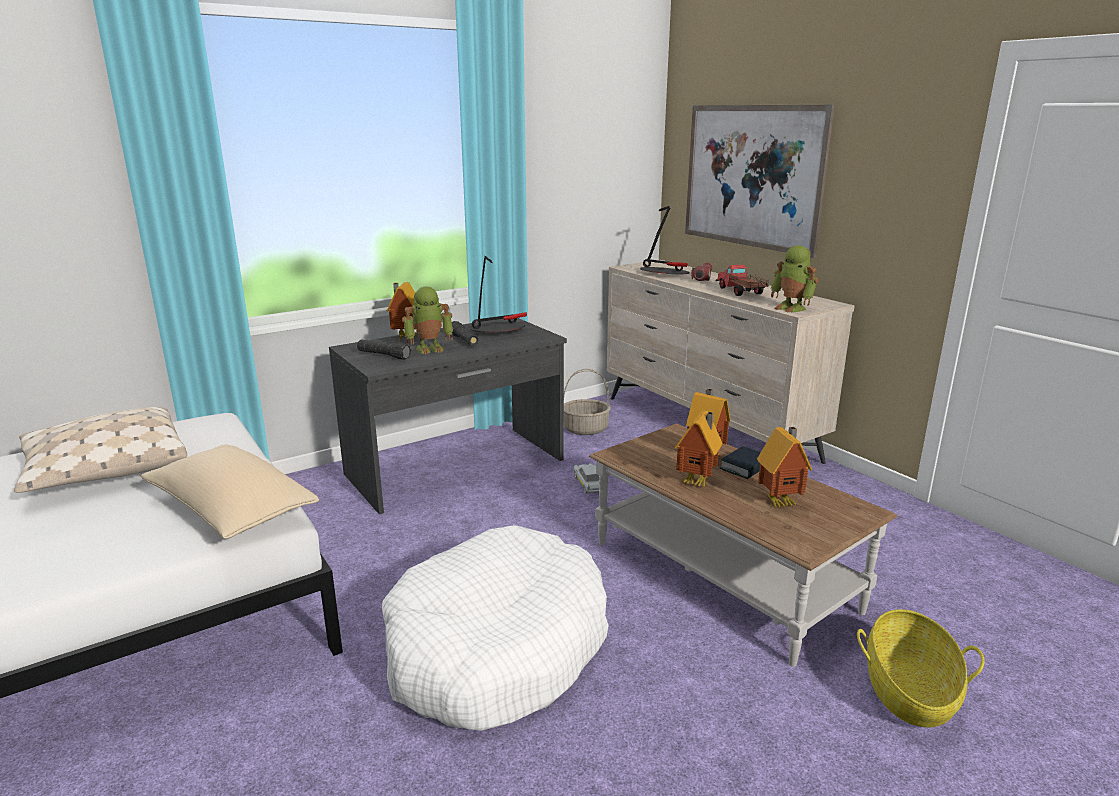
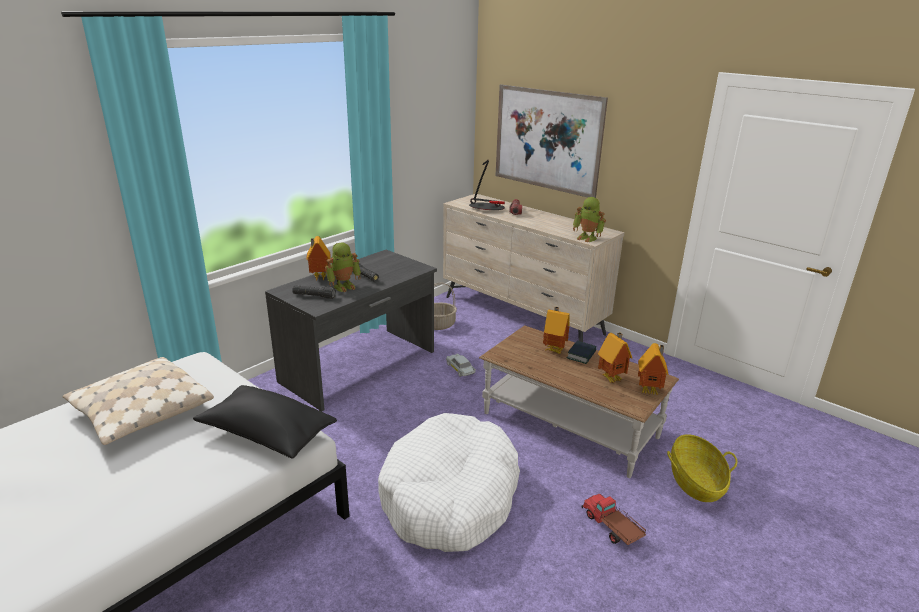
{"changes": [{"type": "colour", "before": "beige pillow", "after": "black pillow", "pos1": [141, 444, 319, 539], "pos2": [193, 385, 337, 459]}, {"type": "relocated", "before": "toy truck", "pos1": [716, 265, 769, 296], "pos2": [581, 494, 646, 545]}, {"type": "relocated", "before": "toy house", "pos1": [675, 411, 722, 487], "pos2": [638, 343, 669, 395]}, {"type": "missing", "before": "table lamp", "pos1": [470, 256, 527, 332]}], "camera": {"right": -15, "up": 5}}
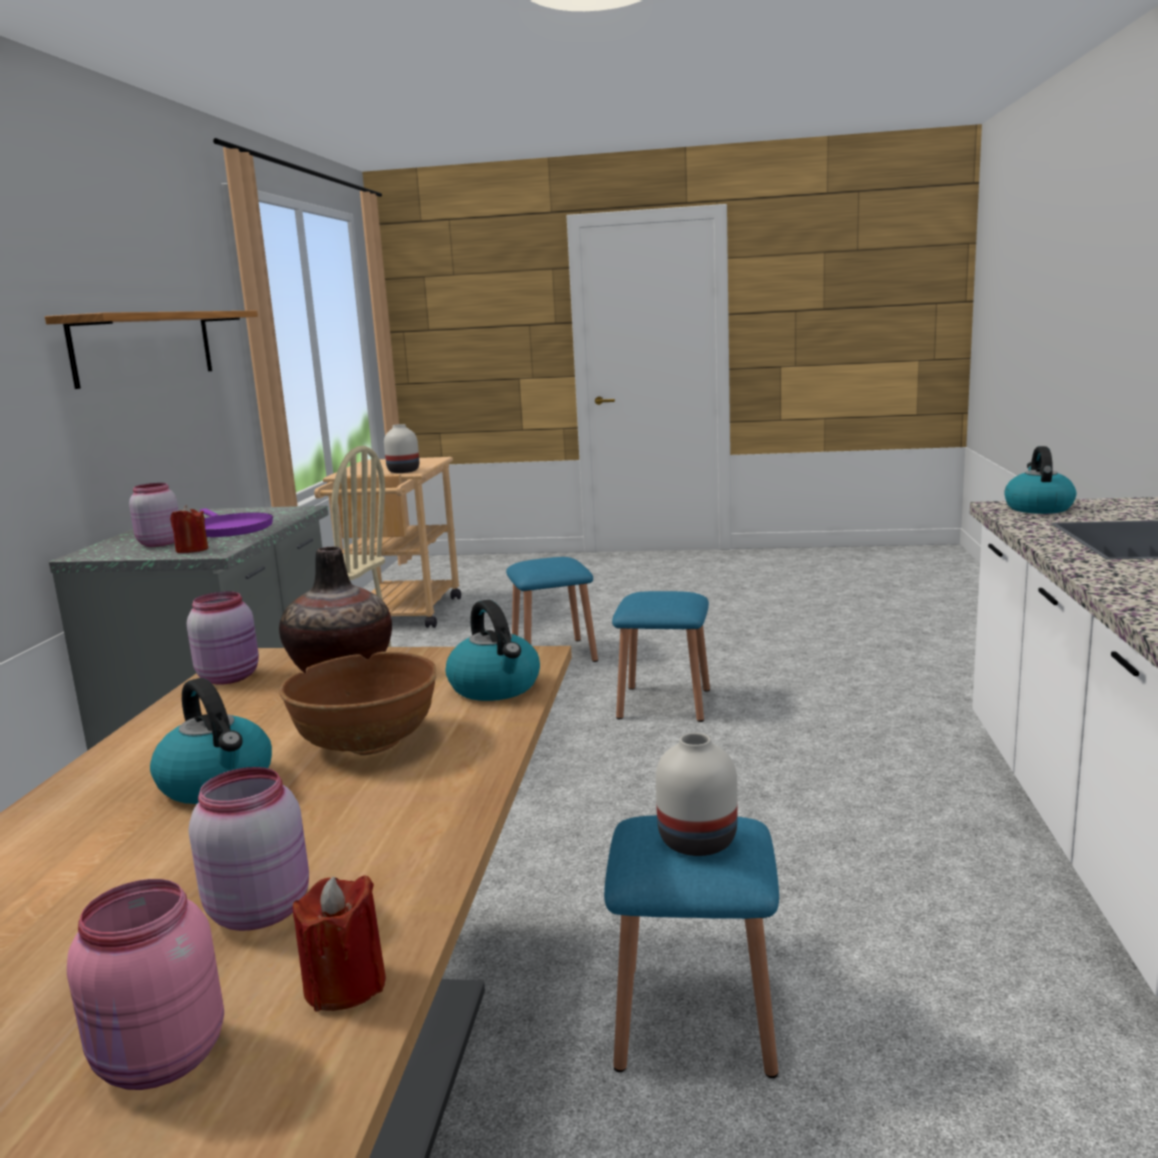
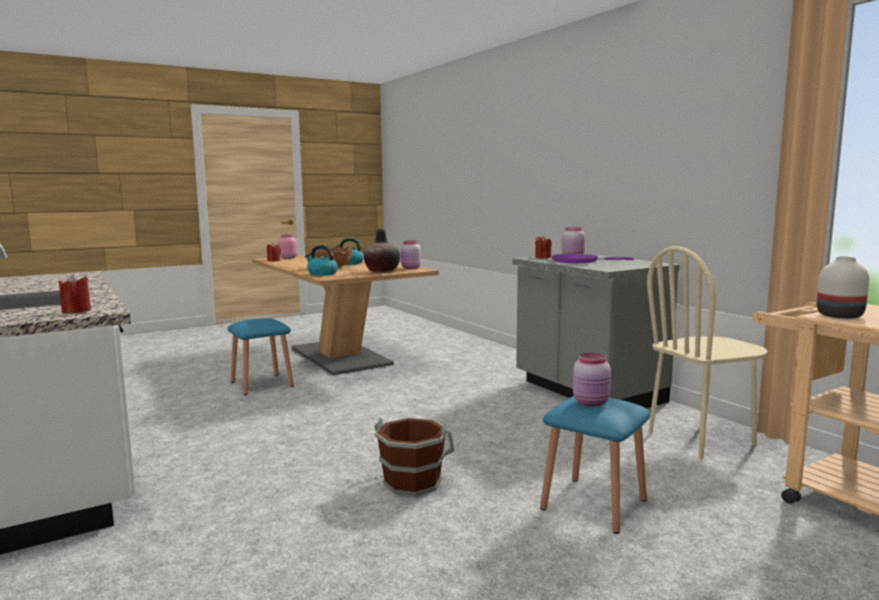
{"changes": [{"type": "exchanged", "before": "kettle", "after": "red candle", "pos1": [1004, 446, 1076, 514], "pos2": [59, 274, 91, 314]}, {"type": "exchanged", "before": "blue stool", "after": "brown bucket", "pos1": [612, 591, 710, 722], "pos2": [374, 418, 454, 496]}, {"type": "relocated", "before": "pink jar", "pos1": [189, 767, 309, 931], "pos2": [573, 353, 611, 406]}, {"type": "missing", "before": "shelf", "pos1": [45, 311, 258, 389]}, {"type": "missing", "before": "white vase", "pos1": [656, 733, 738, 856]}], "camera": {"right": 140, "up": -5}}
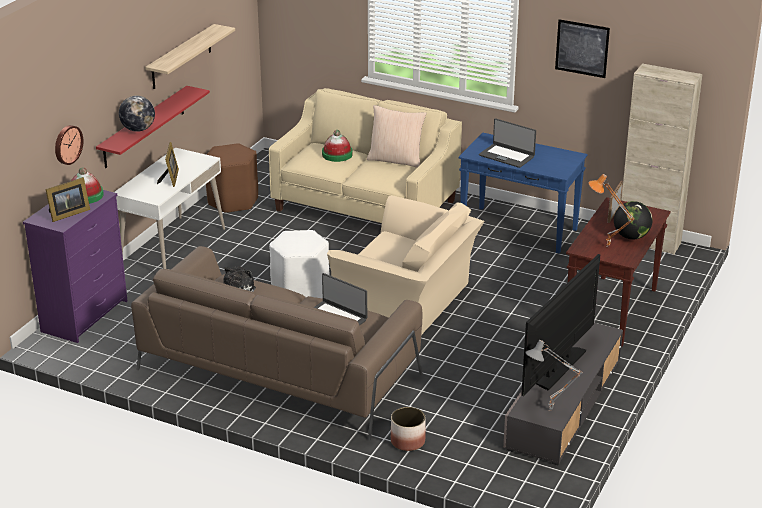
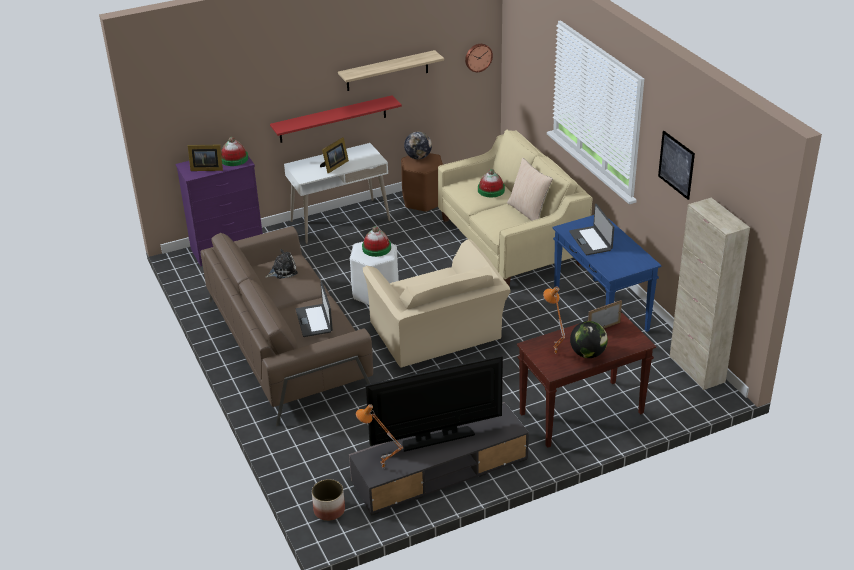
{"changes": [{"type": "relocated", "before": "planter", "pos1": [391, 407, 426, 451], "pos2": [312, 479, 345, 521]}, {"type": "colour", "before": "grey table lamp", "after": "orange table lamp", "pos1": [525, 340, 583, 411], "pos2": [356, 404, 403, 469]}, {"type": "appeared", "after": "hat", "pos2": [362, 226, 391, 257]}, {"type": "relocated", "before": "globe", "pos1": [119, 95, 155, 132], "pos2": [404, 132, 432, 159]}, {"type": "relocated", "before": "wall clock", "pos1": [55, 125, 83, 165], "pos2": [465, 44, 493, 72]}], "camera": {"right": 40, "up": 5}}
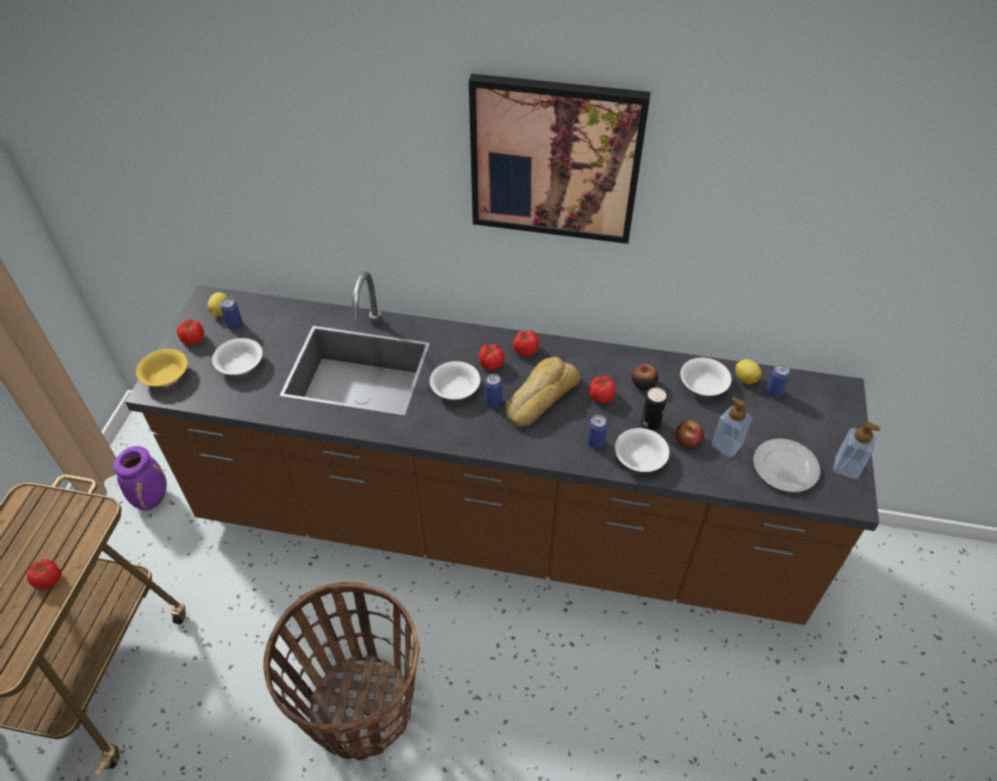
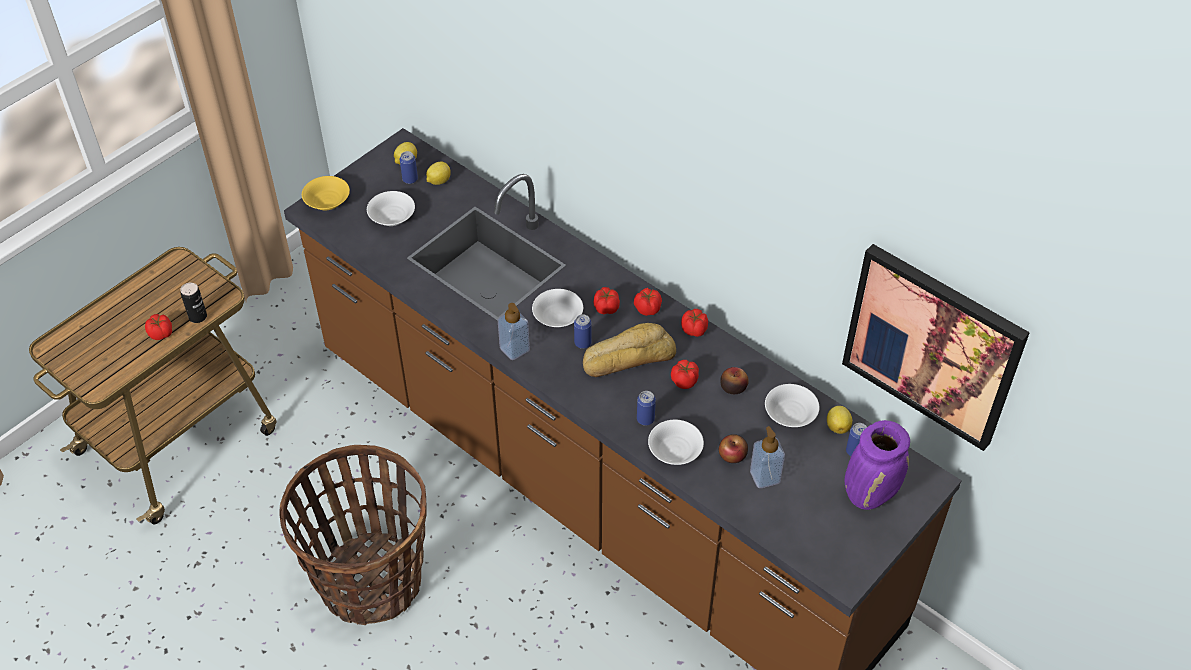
{"changes": [{"type": "relocated", "before": "can", "pos1": [641, 388, 667, 431], "pos2": [180, 283, 207, 323]}, {"type": "appeared", "after": "lemon", "pos2": [426, 162, 451, 185]}, {"type": "relocated", "before": "soap dispenser", "pos1": [833, 422, 880, 479], "pos2": [497, 303, 530, 360]}, {"type": "relocated", "before": "tomato", "pos1": [177, 319, 204, 345], "pos2": [681, 309, 708, 337]}, {"type": "relocated", "before": "picture", "pos1": [469, 74, 651, 244], "pos2": [842, 244, 1030, 451]}, {"type": "relocated", "before": "purple vase", "pos1": [113, 446, 167, 511], "pos2": [845, 420, 910, 510]}, {"type": "missing", "before": "plate", "pos1": [753, 439, 820, 492]}], "camera": {"right": 30, "up": 0}}
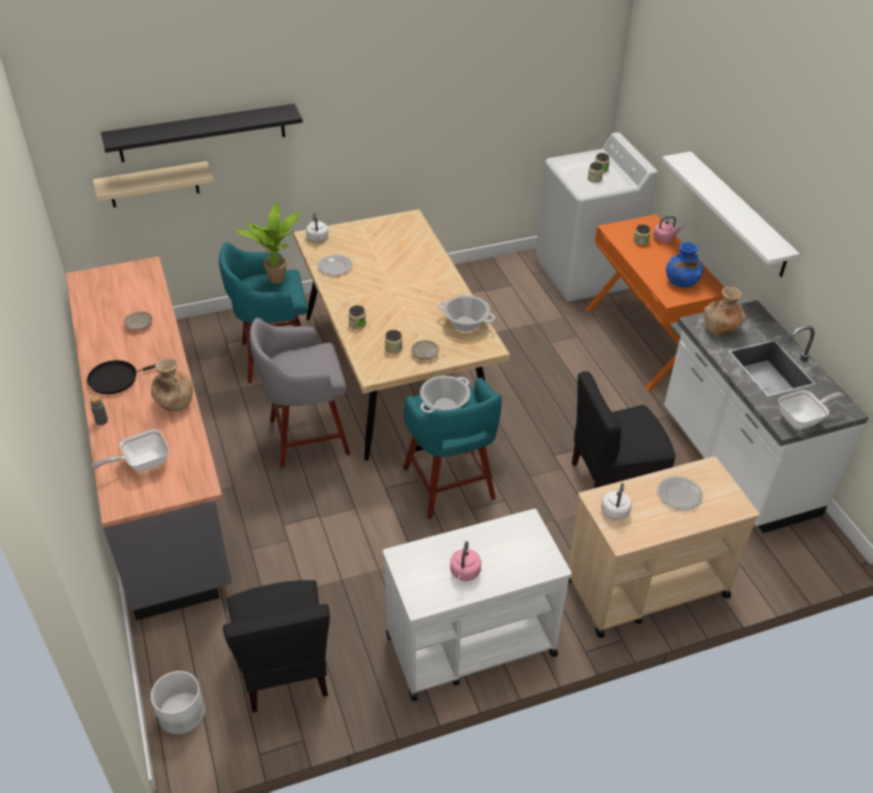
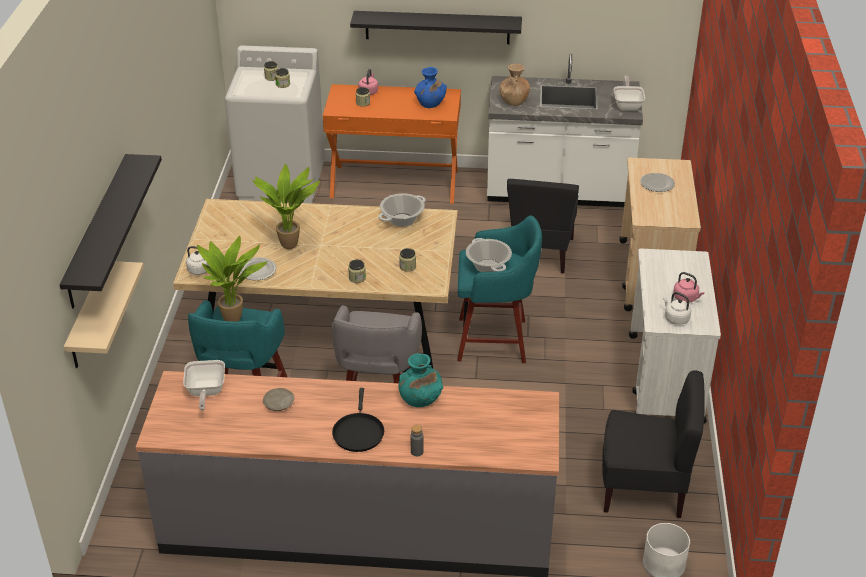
{"changes": [{"type": "relocated", "before": "frying pan", "pos1": [92, 429, 169, 472], "pos2": [183, 360, 225, 410]}, {"type": "appeared", "after": "potted plant", "pos2": [253, 164, 320, 249]}, {"type": "colour", "before": "white shelf", "after": "black shelf", "pos1": [662, 151, 800, 277], "pos2": [350, 11, 522, 44]}, {"type": "colour", "before": "brown vase", "after": "turquoise vase", "pos1": [151, 358, 193, 411], "pos2": [398, 353, 443, 407]}, {"type": "relocated", "before": "white kettle", "pos1": [601, 482, 632, 520], "pos2": [663, 292, 691, 325]}, {"type": "missing", "before": "beige plate", "pos1": [411, 340, 439, 360]}], "camera": {"right": -65, "up": -5}}
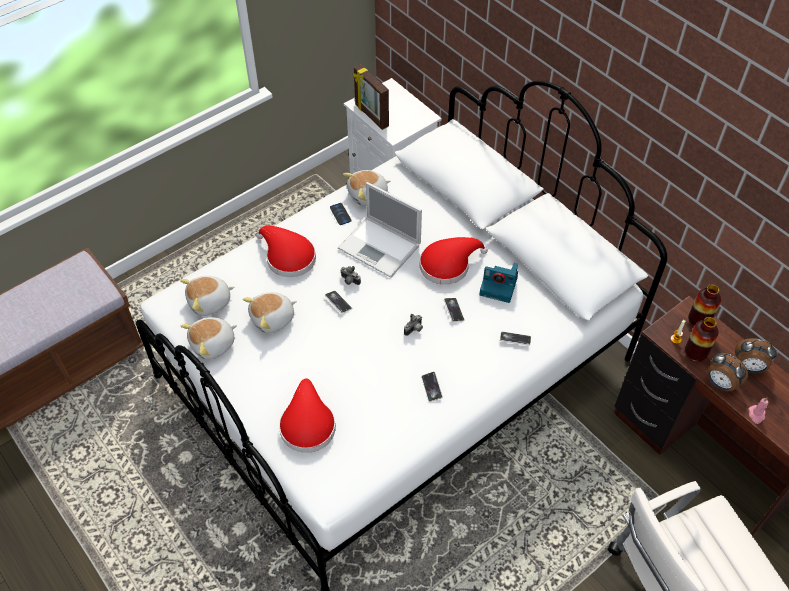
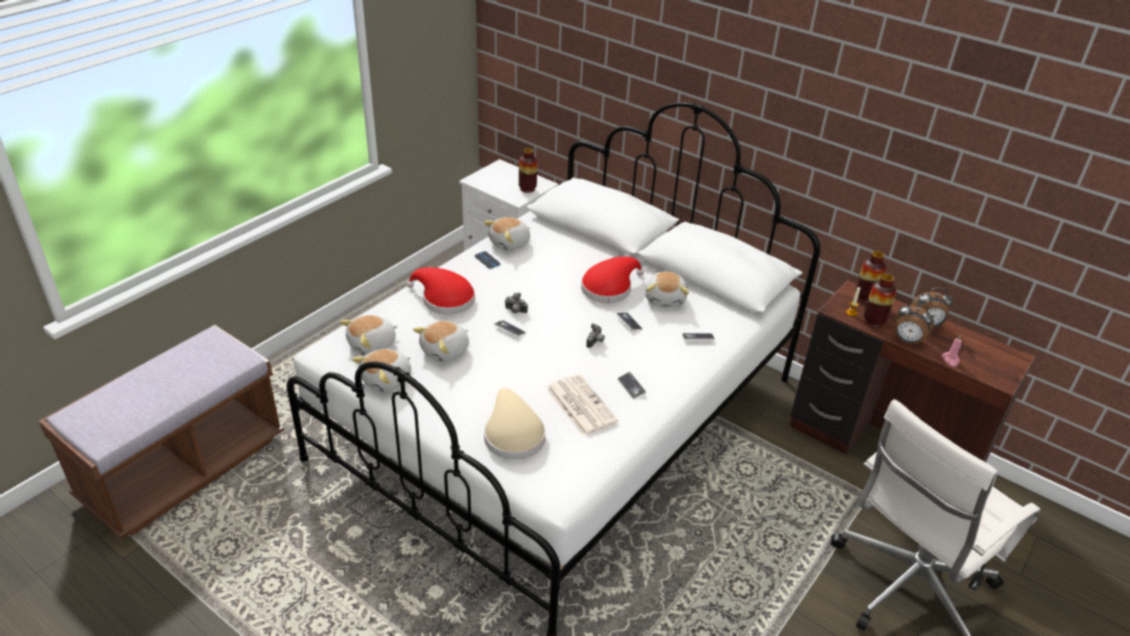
{"changes": [{"type": "colour", "before": "red hat", "after": "beige hat", "pos1": [279, 378, 336, 453], "pos2": [484, 388, 546, 460]}, {"type": "appeared", "after": "vase", "pos2": [519, 148, 537, 193]}, {"type": "appeared", "after": "newspaper", "pos2": [546, 374, 618, 436]}, {"type": "exchanged", "before": "photo camera", "after": "plush toy", "pos1": [479, 263, 518, 303], "pos2": [645, 272, 689, 307]}, {"type": "missing", "before": "laptop", "pos1": [338, 182, 422, 278]}, {"type": "missing", "before": "picture frame", "pos1": [353, 64, 389, 130]}], "camera": {"right": -15, "up": -15}}
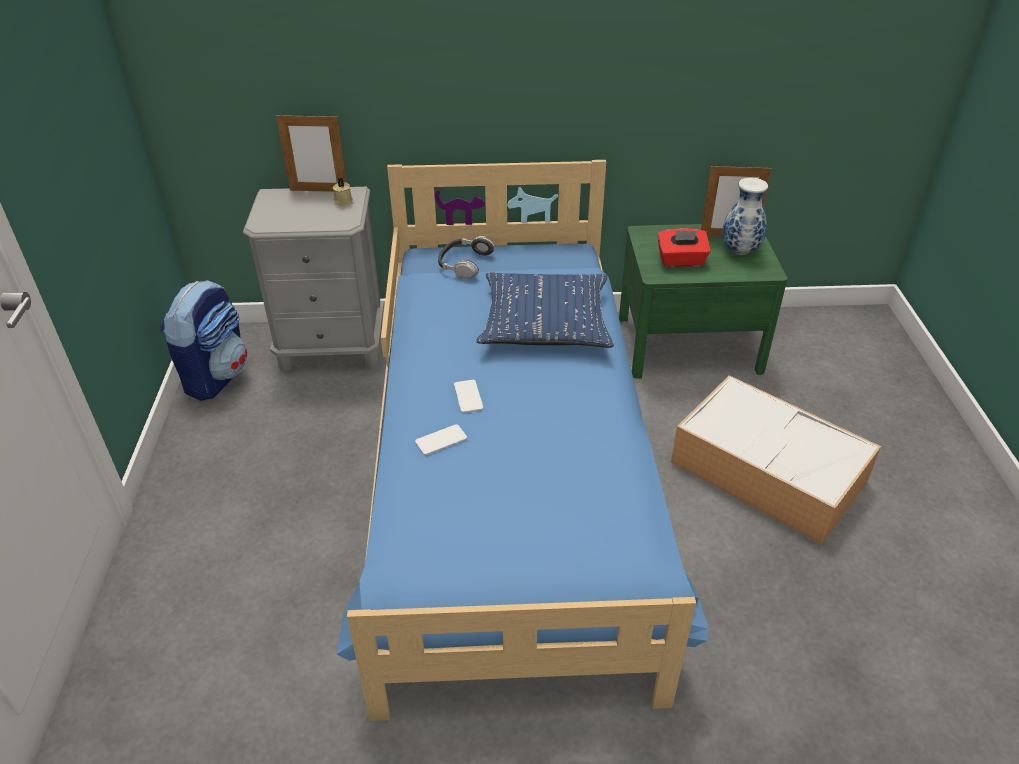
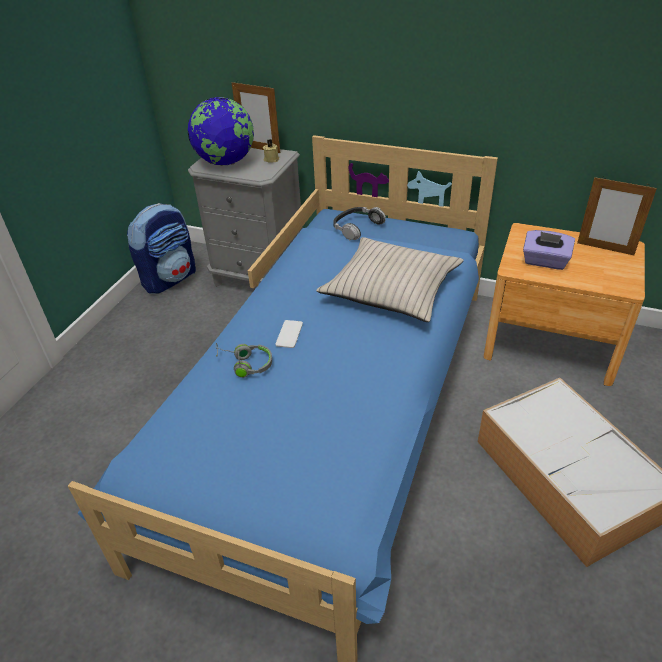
{"changes": [{"type": "appeared", "after": "globe", "pos2": [188, 97, 254, 166]}, {"type": "exchanged", "before": "phone", "after": "grey headphones", "pos1": [415, 424, 467, 455], "pos2": [216, 343, 272, 378]}, {"type": "colour", "before": "blue pillow", "after": "beige pillow", "pos1": [476, 273, 614, 348], "pos2": [316, 237, 464, 322]}, {"type": "colour", "before": "green nightstand", "after": "brown nightstand", "pos1": [619, 224, 787, 379], "pos2": [484, 223, 645, 386]}, {"type": "colour", "before": "red tissue box", "after": "purple tissue box", "pos1": [657, 228, 711, 267], "pos2": [523, 230, 575, 270]}, {"type": "missing", "before": "vase", "pos1": [722, 178, 768, 255]}], "camera": {"right": 25, "up": 0}}
